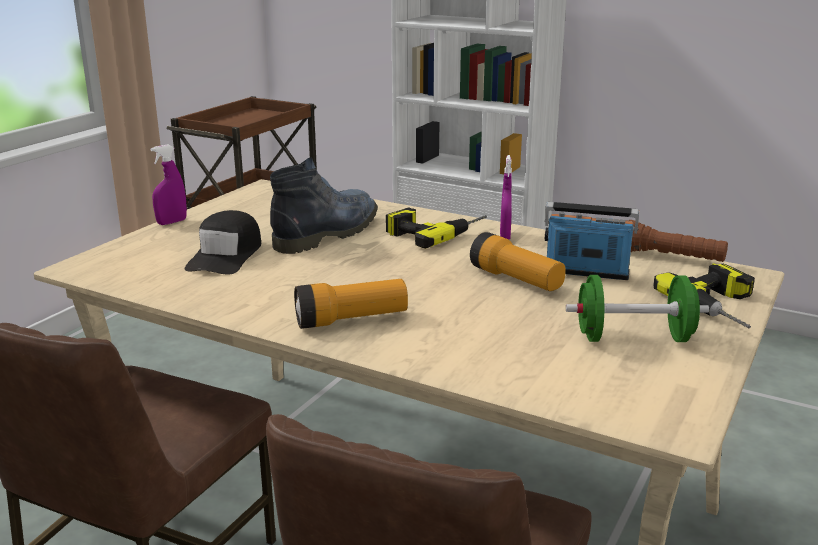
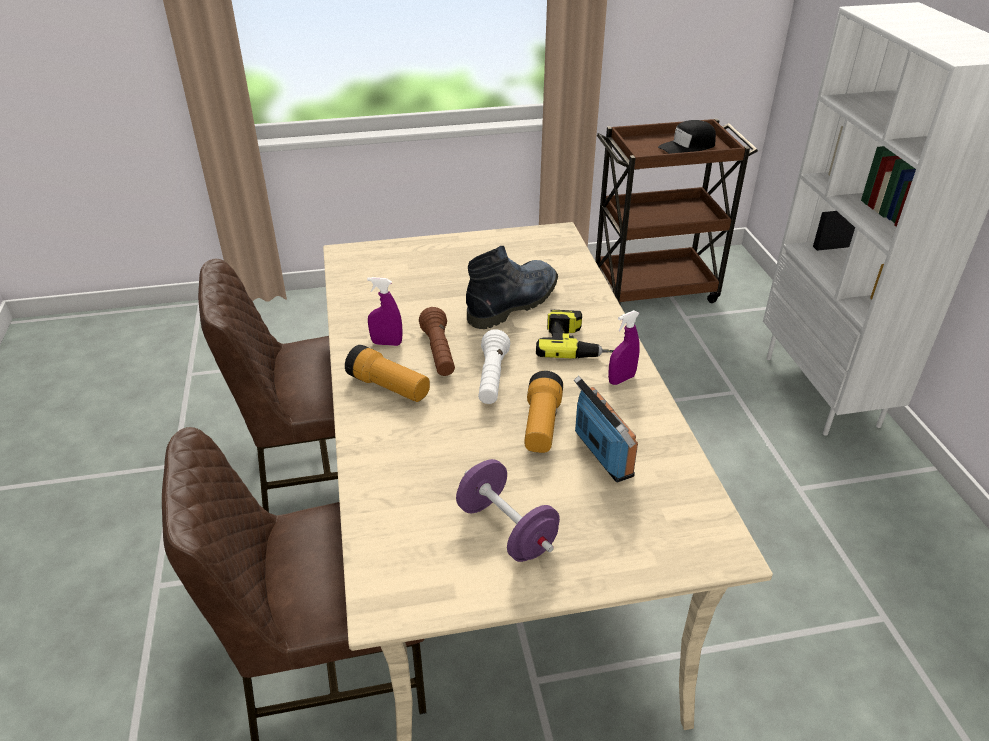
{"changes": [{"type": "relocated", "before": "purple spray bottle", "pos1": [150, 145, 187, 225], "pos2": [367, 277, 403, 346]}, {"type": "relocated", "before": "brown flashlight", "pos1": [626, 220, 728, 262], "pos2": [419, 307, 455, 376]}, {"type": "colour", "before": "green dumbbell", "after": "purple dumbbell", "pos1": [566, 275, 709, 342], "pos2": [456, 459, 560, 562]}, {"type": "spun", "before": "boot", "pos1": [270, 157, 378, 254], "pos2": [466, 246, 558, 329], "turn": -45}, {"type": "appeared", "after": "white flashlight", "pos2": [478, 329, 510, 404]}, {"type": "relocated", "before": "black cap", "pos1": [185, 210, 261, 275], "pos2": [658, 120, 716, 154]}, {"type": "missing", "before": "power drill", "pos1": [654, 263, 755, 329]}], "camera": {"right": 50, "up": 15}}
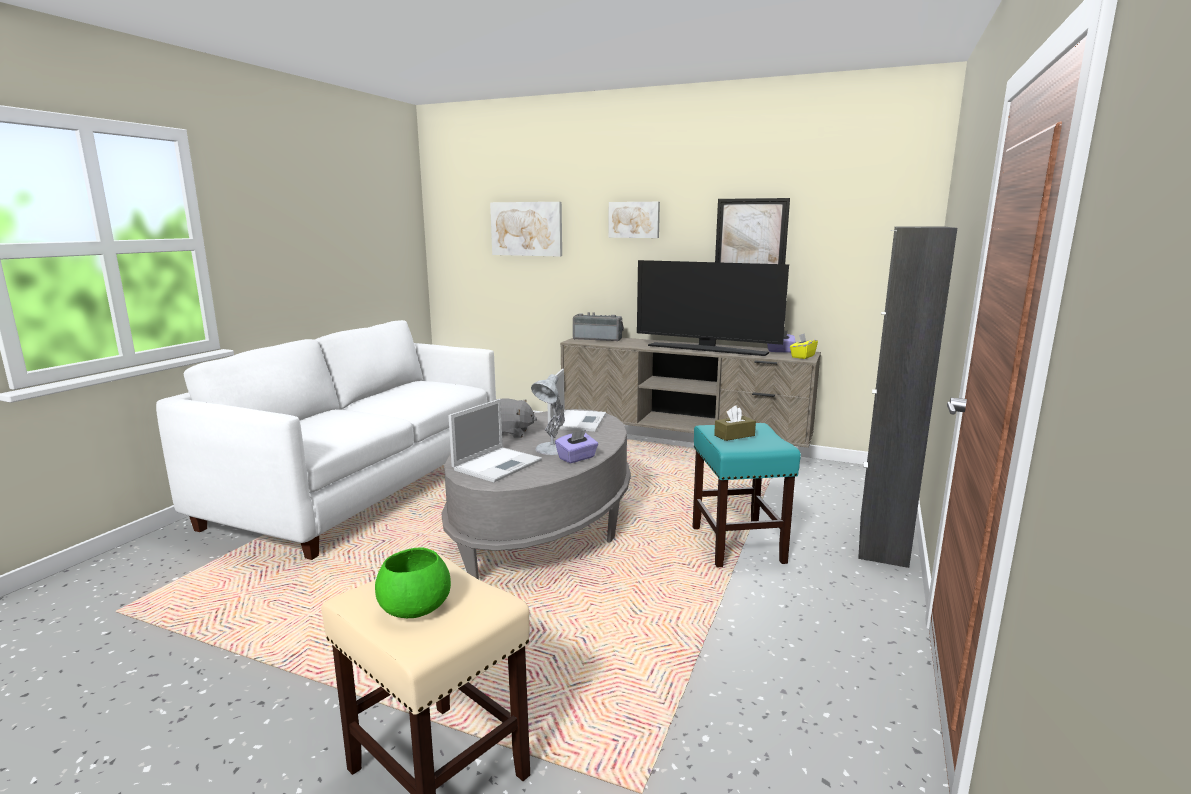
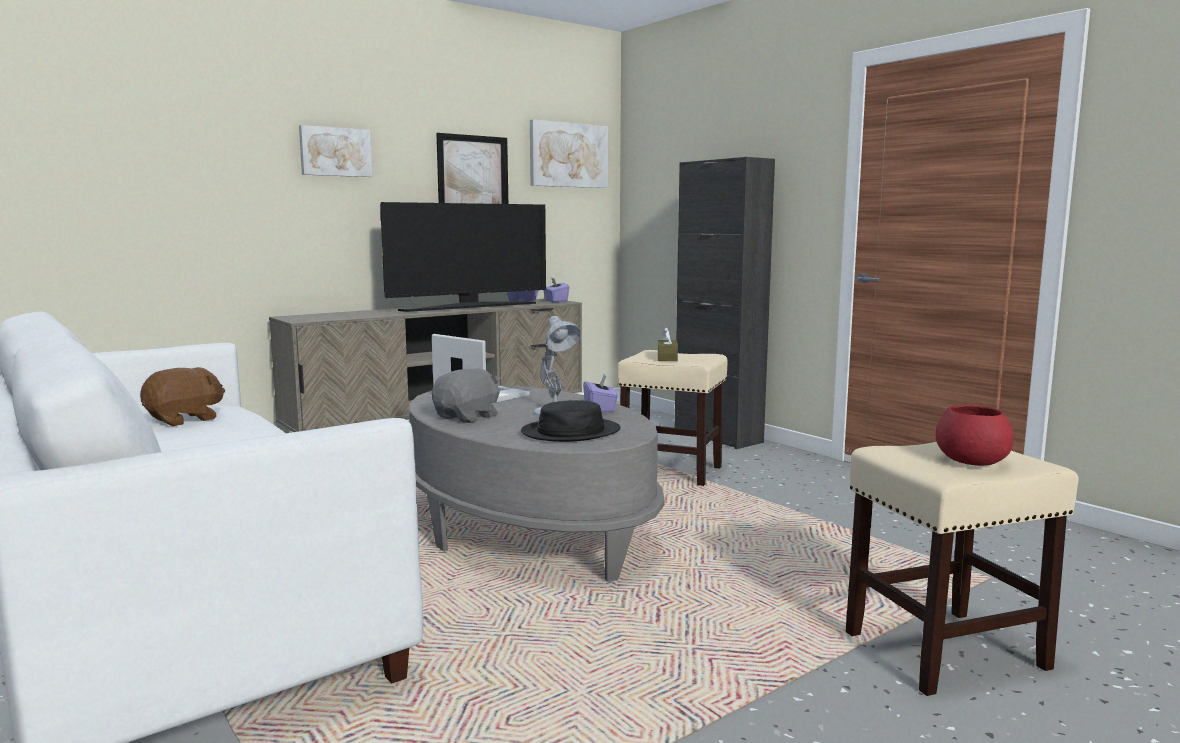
{"changes": [{"type": "appeared", "after": "brown plush toy", "pos2": [140, 367, 225, 426]}, {"type": "exchanged", "before": "laptop", "after": "black hat", "pos1": [449, 399, 542, 483], "pos2": [521, 400, 621, 442]}, {"type": "relocated", "before": "picture", "pos1": [490, 202, 562, 257], "pos2": [530, 119, 608, 188]}, {"type": "colour", "before": "yellow tissue box", "after": "purple tissue box", "pos1": [790, 333, 818, 359], "pos2": [543, 278, 569, 302]}, {"type": "colour", "before": "turquoise stool", "after": "beige stool", "pos1": [692, 423, 801, 567], "pos2": [618, 350, 727, 486]}, {"type": "colour", "before": "green bowl", "after": "red bowl", "pos1": [375, 548, 451, 618], "pos2": [936, 405, 1014, 466]}, {"type": "missing", "before": "radio", "pos1": [573, 312, 624, 341]}], "camera": {"right": -60, "up": -5}}
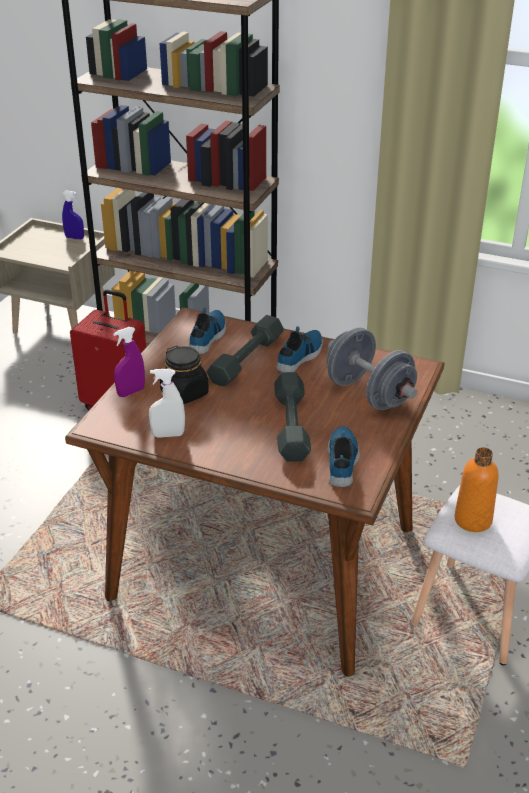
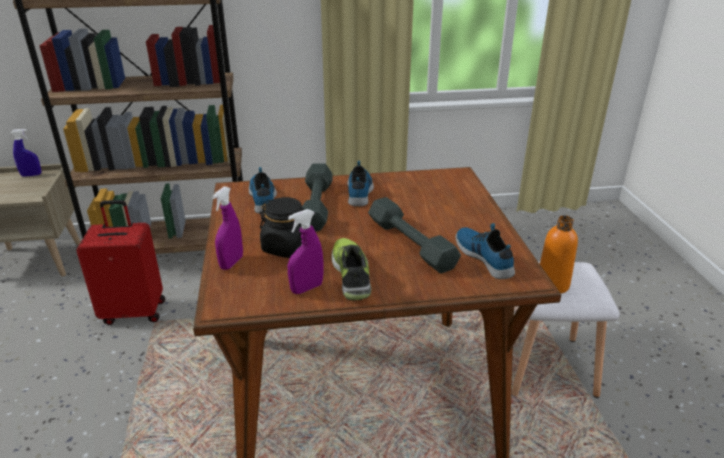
{"changes": [{"type": "colour", "before": "white spray bottle", "after": "purple spray bottle", "pos1": [149, 368, 185, 438], "pos2": [288, 209, 324, 294]}, {"type": "appeared", "after": "shoe", "pos2": [331, 238, 371, 301]}, {"type": "missing", "before": "grey dumbbell", "pos1": [326, 328, 418, 410]}], "camera": {"right": -30, "up": -5}}
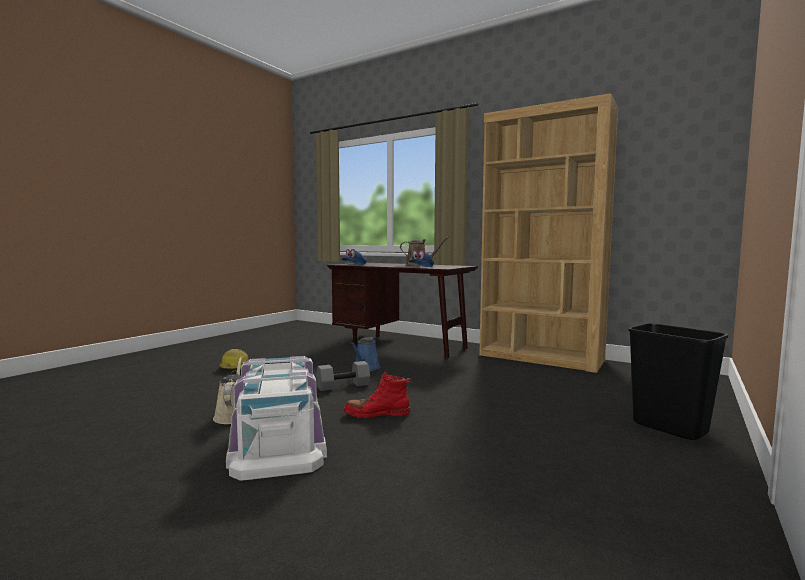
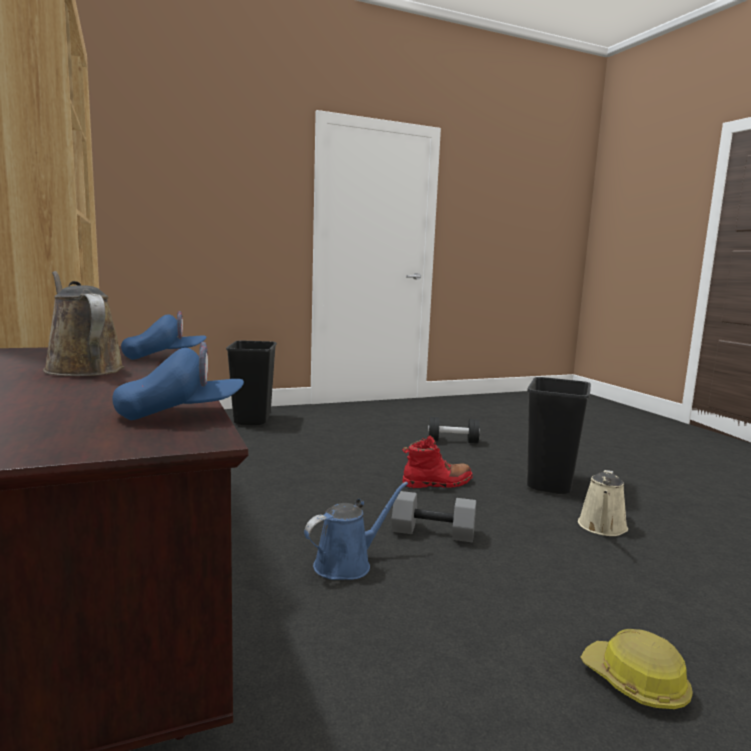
{"changes": [{"type": "spun", "before": "red boot", "pos1": [343, 371, 412, 418], "pos2": [402, 435, 473, 489], "turn": -45}, {"type": "appeared", "after": "black dumbbell", "pos2": [428, 417, 480, 443]}, {"type": "exchanged", "before": "white storage box", "after": "black trash can", "pos1": [226, 356, 327, 481], "pos2": [527, 377, 591, 494]}], "camera": {"right": -145, "up": 5}}
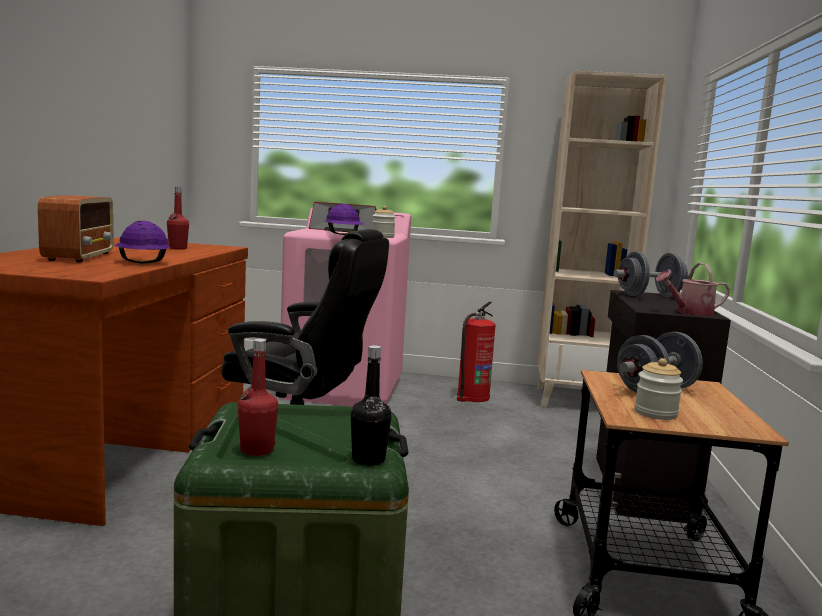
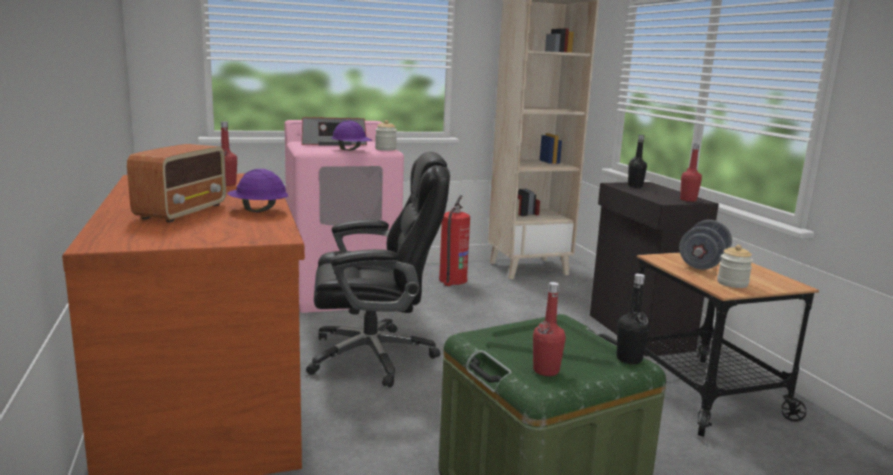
{"changes": [{"type": "spun", "before": "radio", "pos1": [38, 195, 114, 262], "pos2": [127, 144, 226, 222], "turn": 45}, {"type": "exchanged", "before": "grey dumbbell", "after": "black bottle", "pos1": [614, 252, 690, 297], "pos2": [628, 135, 647, 188]}, {"type": "exchanged", "before": "watering can", "after": "red bottle", "pos1": [656, 262, 730, 316], "pos2": [680, 144, 702, 202]}], "camera": {"right": -25, "up": 5}}
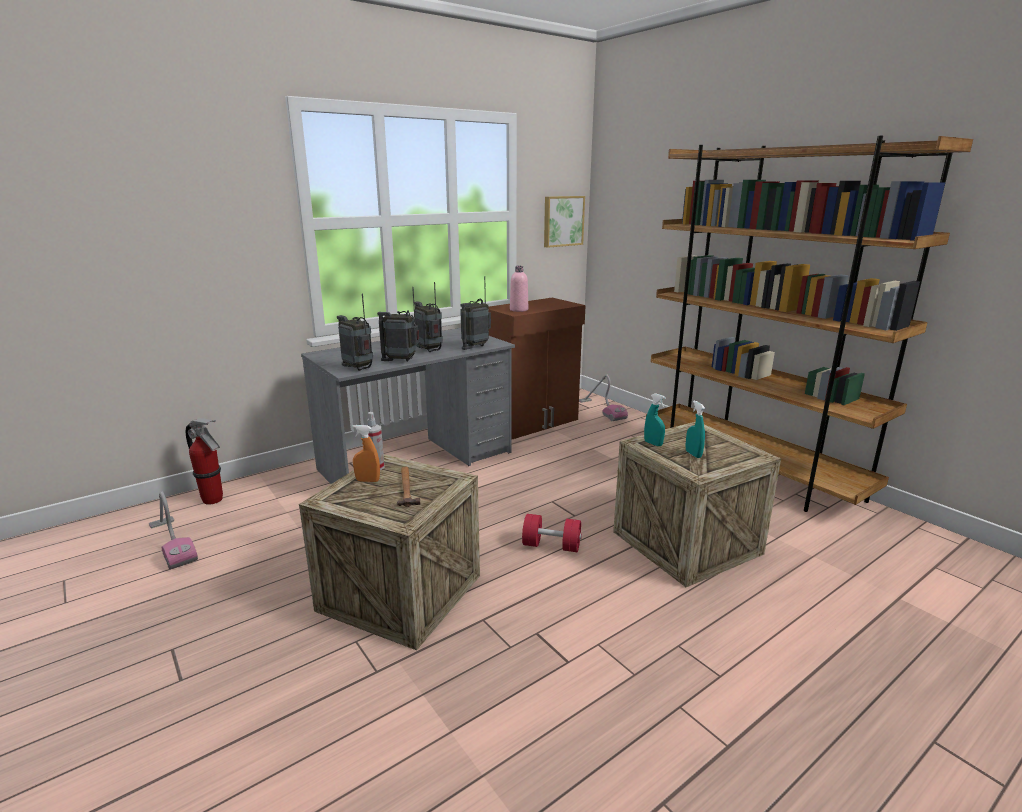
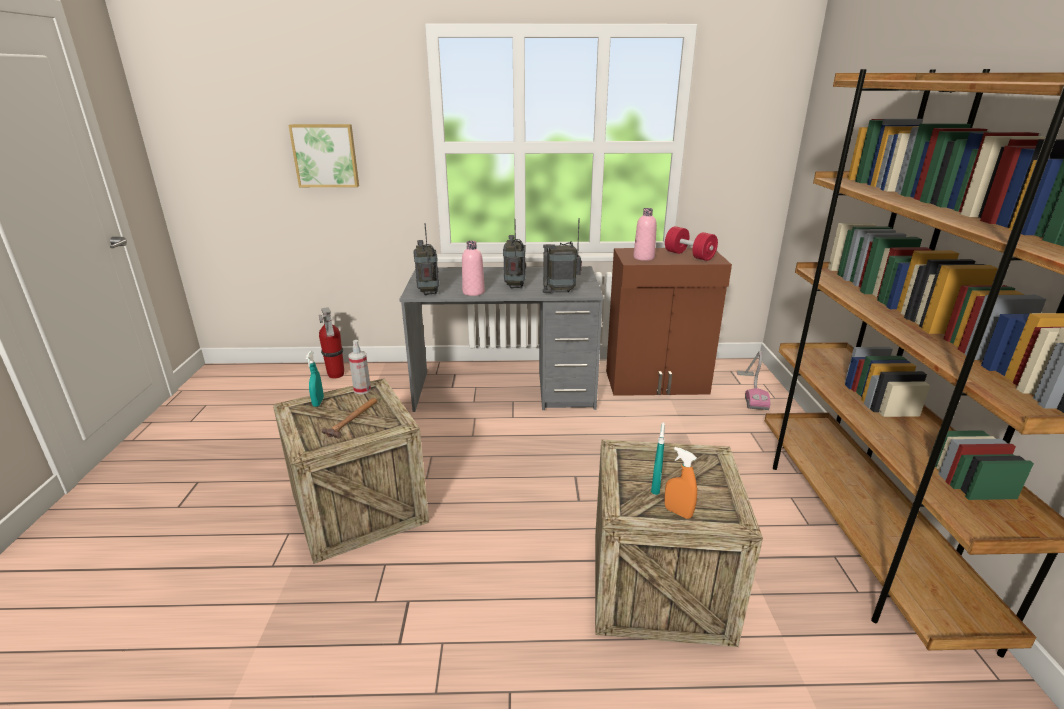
{"changes": [{"type": "relocated", "before": "picture", "pos1": [544, 196, 585, 248], "pos2": [288, 124, 359, 187]}, {"type": "relocated", "before": "turquoise spray bottle", "pos1": [644, 393, 666, 446], "pos2": [306, 351, 324, 407]}, {"type": "exchanged", "before": "radio", "after": "pink bottle", "pos1": [377, 287, 419, 362], "pos2": [462, 241, 485, 296]}, {"type": "relocated", "before": "red dumbbell", "pos1": [522, 514, 582, 552], "pos2": [665, 226, 718, 261]}, {"type": "relocated", "before": "orange spray bottle", "pos1": [352, 425, 380, 482], "pos2": [665, 447, 697, 519]}, {"type": "missing", "before": "vacuum cleaner", "pos1": [149, 492, 198, 569]}], "camera": {"right": 35, "up": 5}}
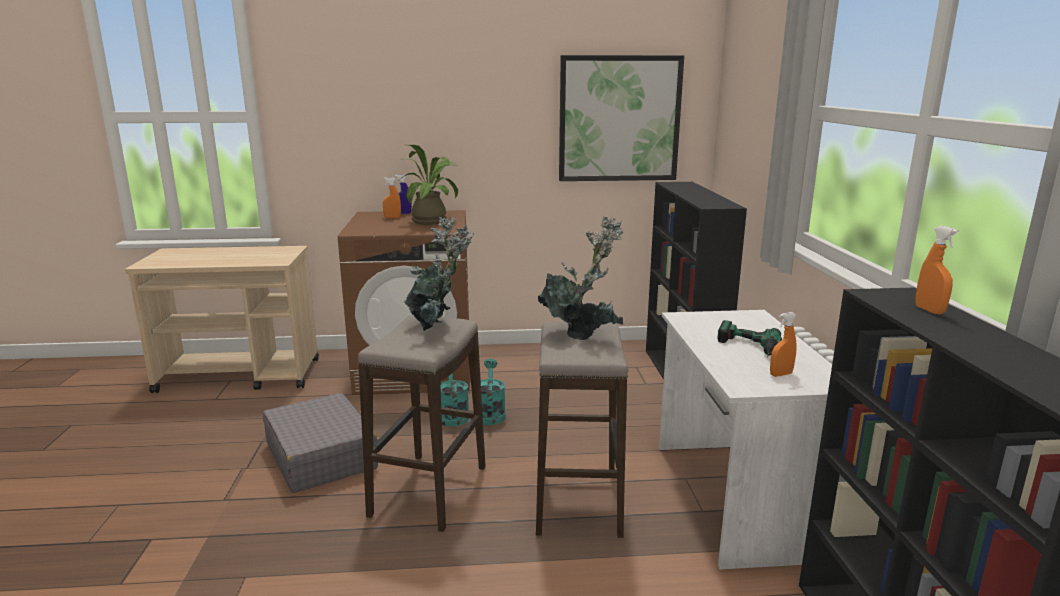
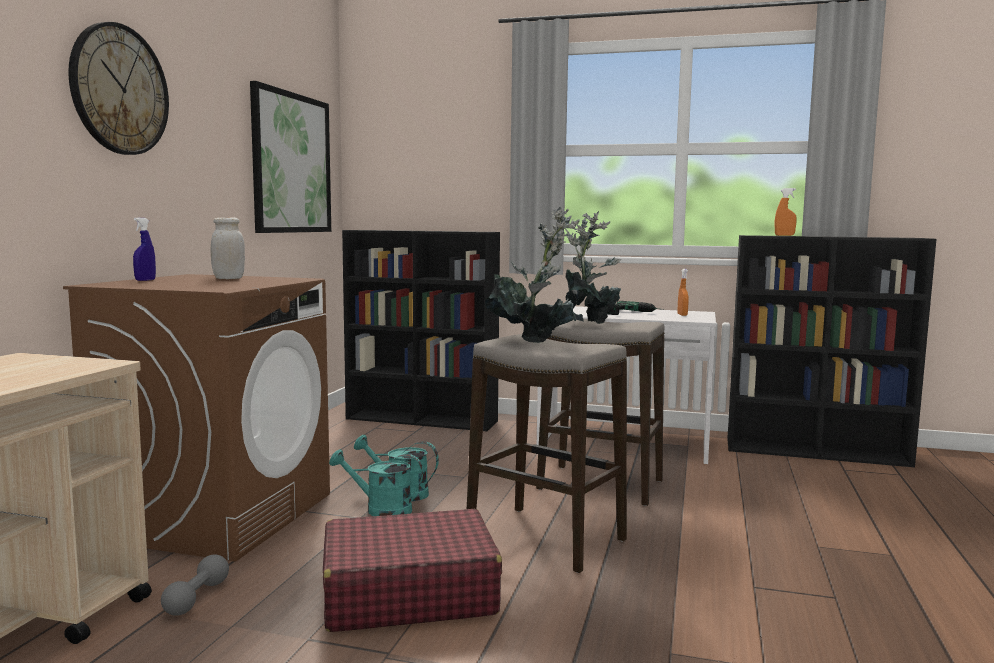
{"changes": [{"type": "appeared", "after": "wall clock", "pos2": [68, 22, 169, 155]}, {"type": "appeared", "after": "grey dumbbell", "pos2": [161, 554, 229, 616]}, {"type": "exchanged", "before": "potted plant", "after": "white jar", "pos1": [399, 145, 458, 225], "pos2": [211, 217, 245, 279]}, {"type": "colour", "before": "grey suitcase", "after": "red suitcase", "pos1": [263, 393, 378, 493], "pos2": [323, 509, 502, 632]}, {"type": "missing", "before": "orange spray bottle", "pos1": [383, 177, 401, 218]}], "camera": {"right": -70, "up": -10}}
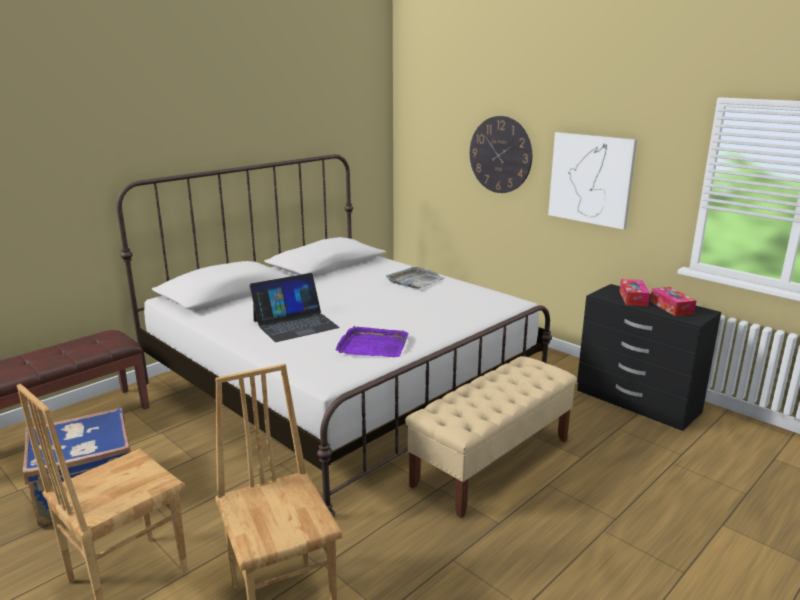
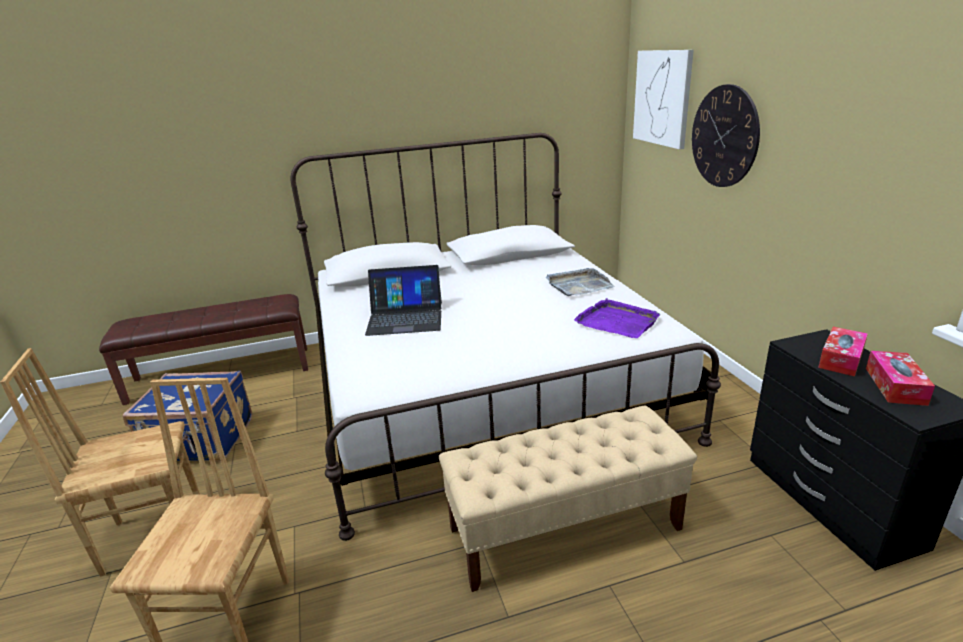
{"changes": [{"type": "relocated", "before": "purple tray", "pos1": [336, 326, 408, 357], "pos2": [574, 298, 660, 338]}, {"type": "relocated", "before": "picture", "pos1": [548, 132, 637, 230], "pos2": [633, 50, 694, 149]}], "camera": {"right": 30, "up": 5}}
